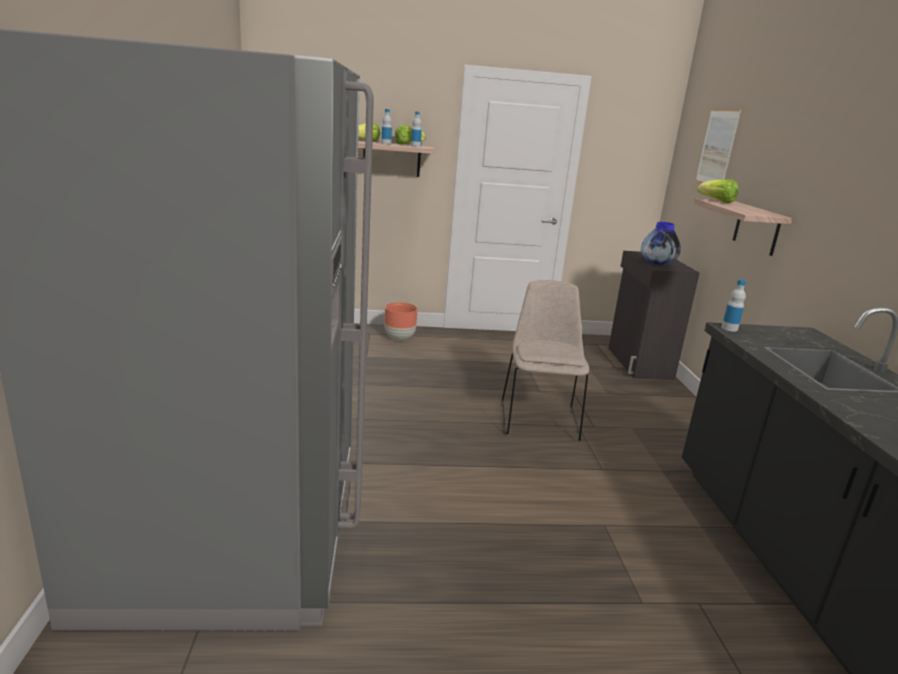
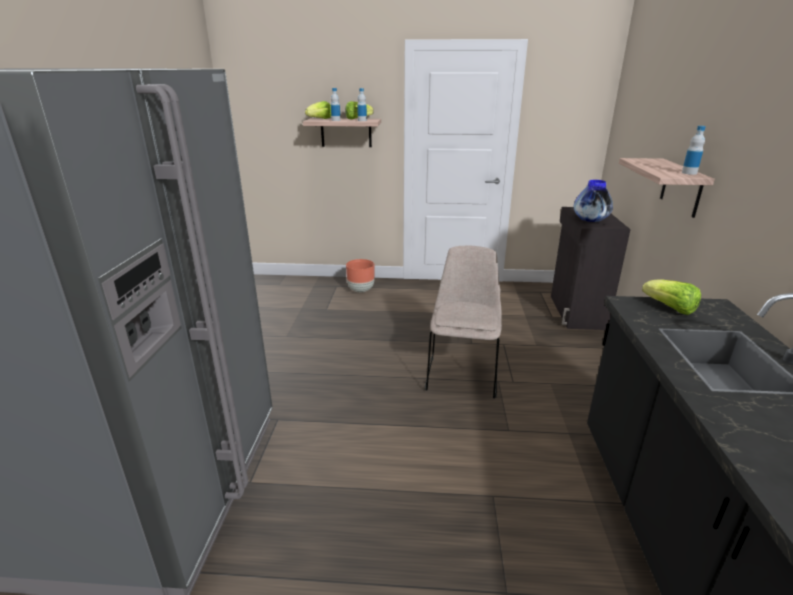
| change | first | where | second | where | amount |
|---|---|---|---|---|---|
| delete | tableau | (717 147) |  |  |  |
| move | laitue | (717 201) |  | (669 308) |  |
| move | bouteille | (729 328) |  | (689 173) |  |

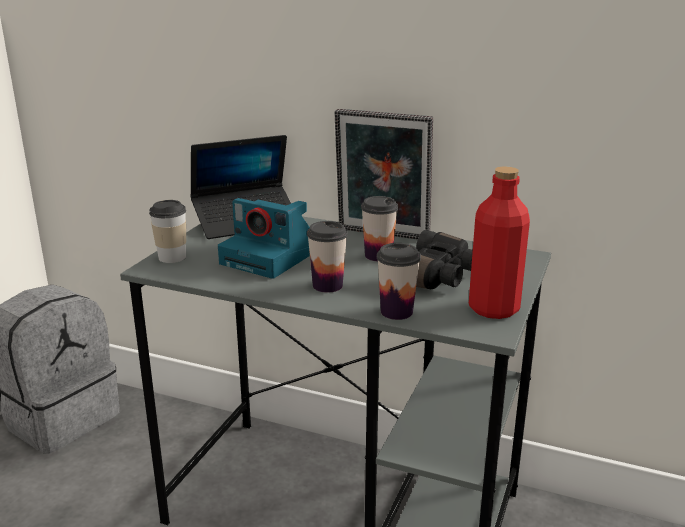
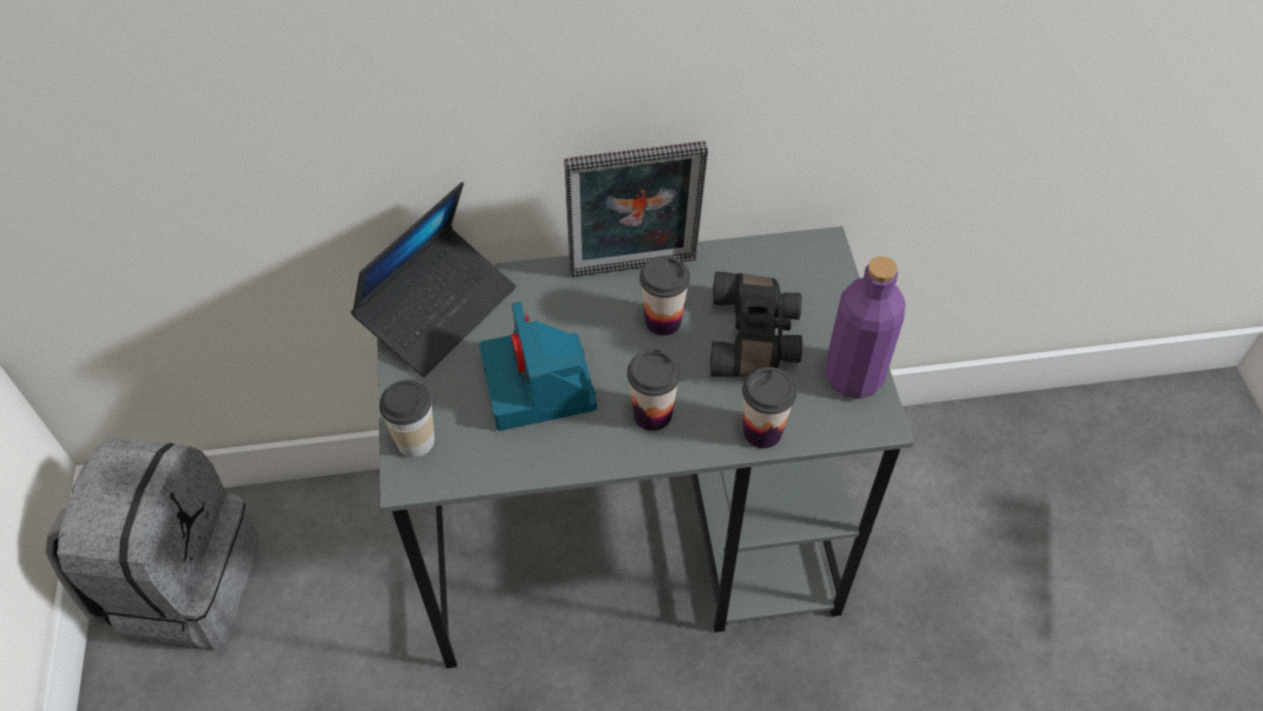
| change | first | where | second | where | amount |
|---|---|---|---|---|---|
| recolor | bouteille [rouge] | (493 308) | bouteille [violet] | (853 376) |  |
| rotate | appareil photo | (270 258) |  | (540 386) | 75 degrees clockwise |

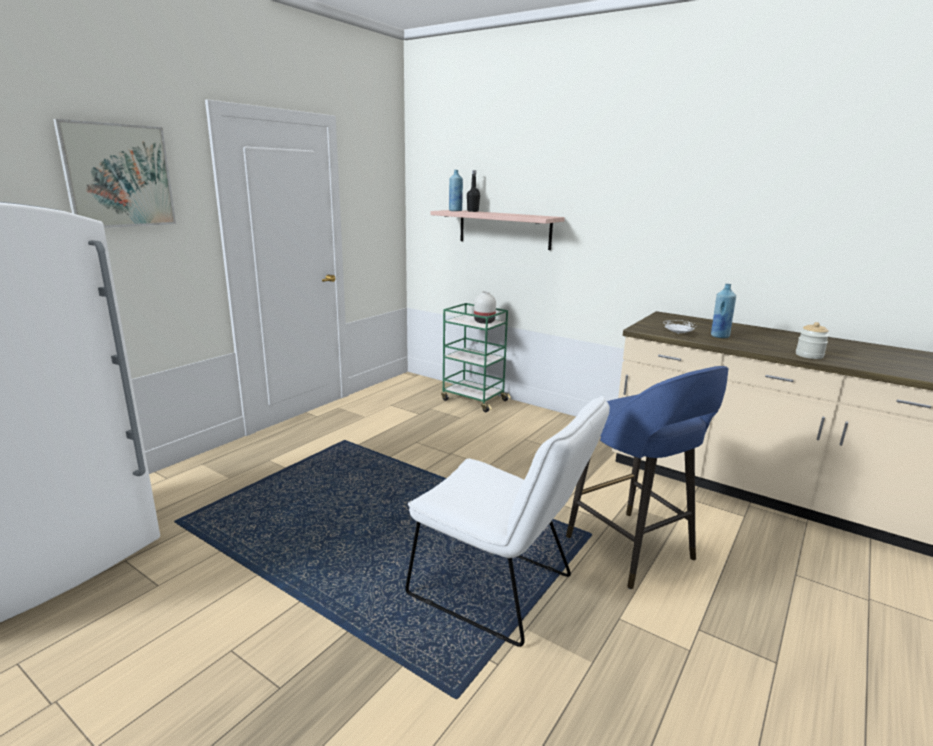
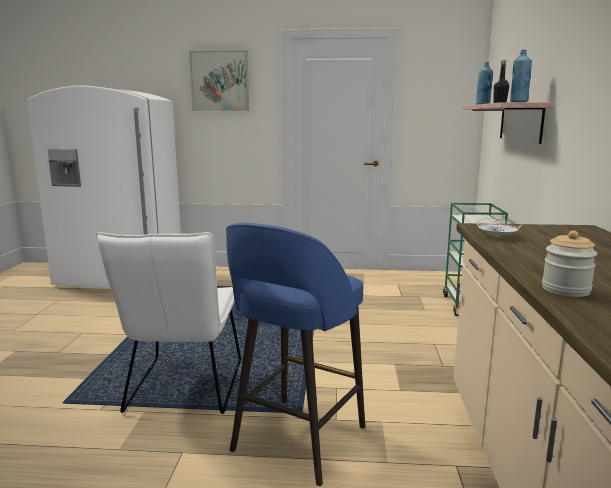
| change | first | where | second | where | amount |
|---|---|---|---|---|---|
| move | bouteille [bleu] | (719 336) |  | (518 102) |  |
| delete | vase [blanc] | (484 322) |  |  |  |

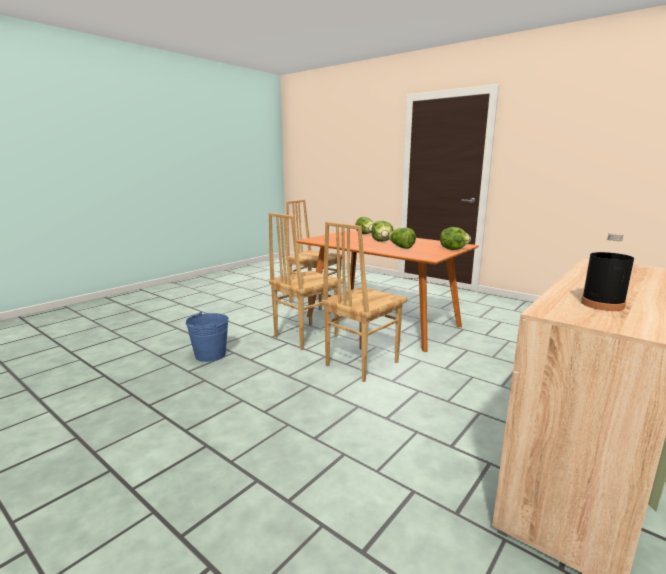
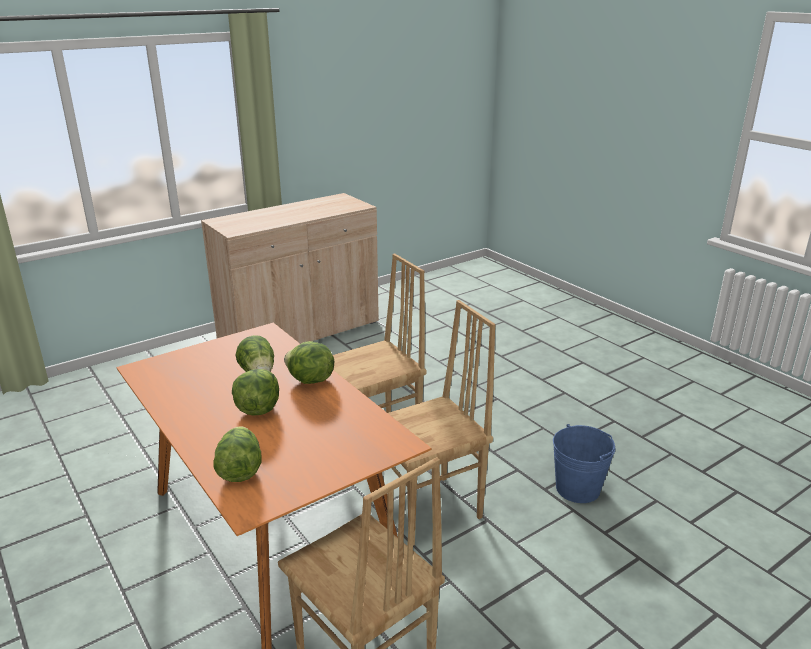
| change | first | where | second | where | amount |
|---|---|---|---|---|---|
| move | laitue | (453 249) |  | (310 380) |  |
| delete | bouteille [noir] | (602 304) |  |  |  |

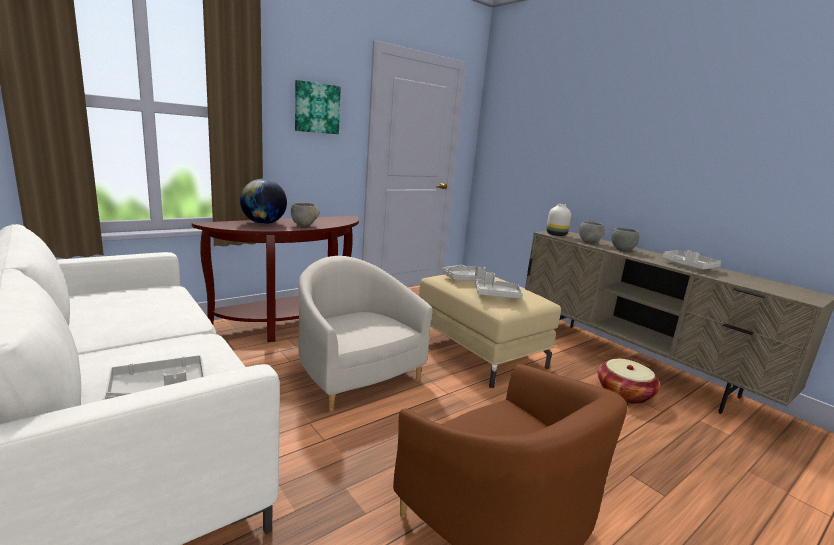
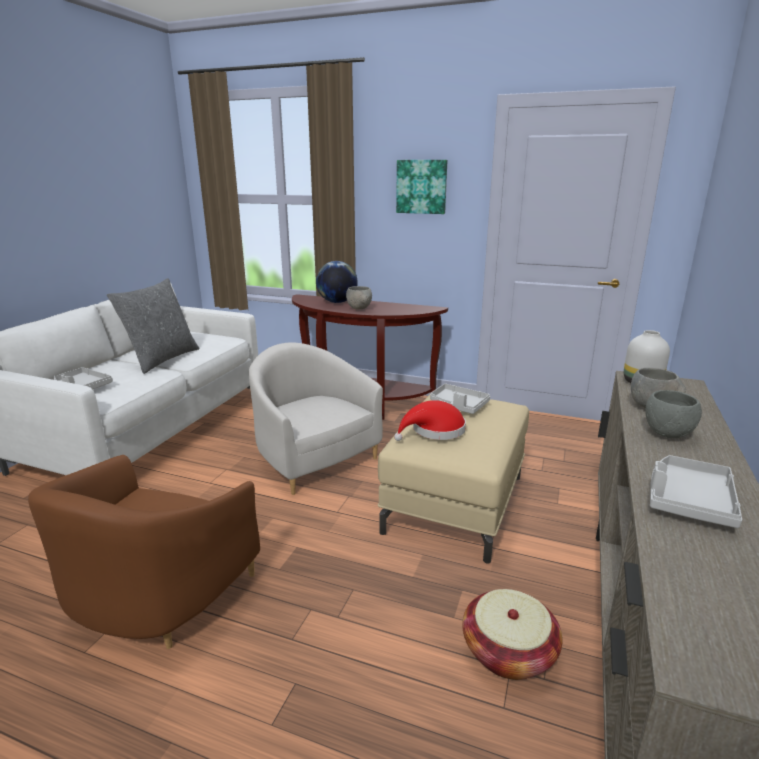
| change | first | where | second | where | amount |
|---|---|---|---|---|---|
| rotate | fauteuil [blanc] | (355 375) |  | (313 459) | 60 degrees counterclockwise |
| replace | plateau [gris] | (496 295) | chapeau [rouge] | (434 431) |  |
| insert |  |  | coussin [gris] | (162 359) |  |

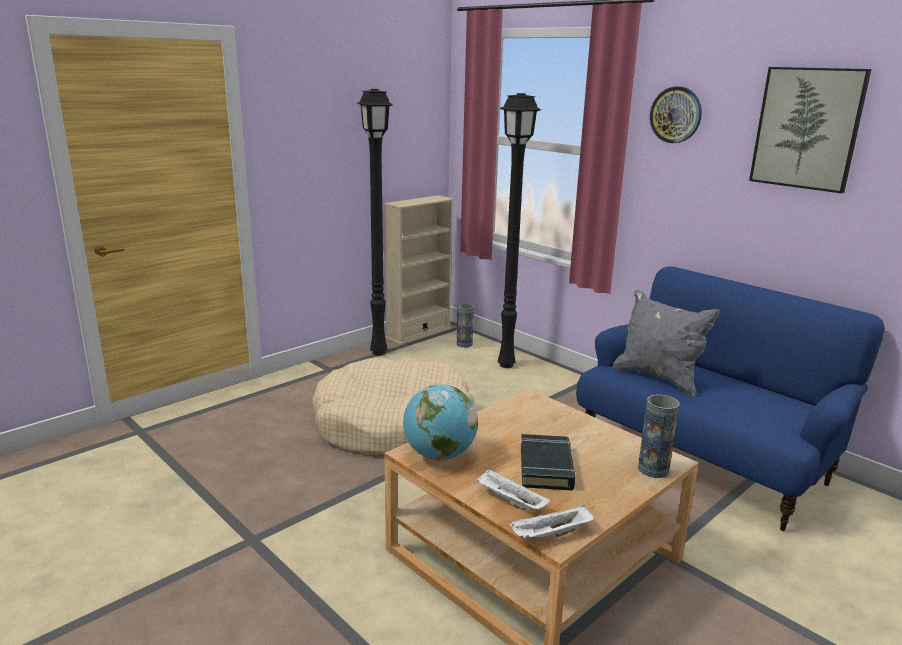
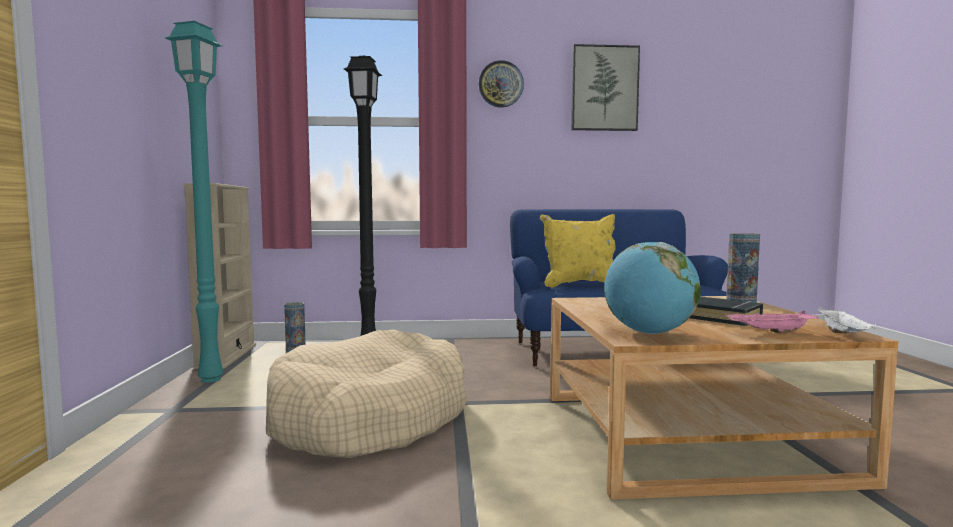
| change | first | where | second | where | amount |
|---|---|---|---|---|---|
| recolor | lampadaire [noir] | (378 353) | lampadaire [turquoise] | (211 380) |  |
| recolor | coussin [gris] | (658 378) | coussin [jaune] | (580 285) |  |
| recolor | plateau [blanc] | (509 501) | plateau [rose] | (770 332) |  |

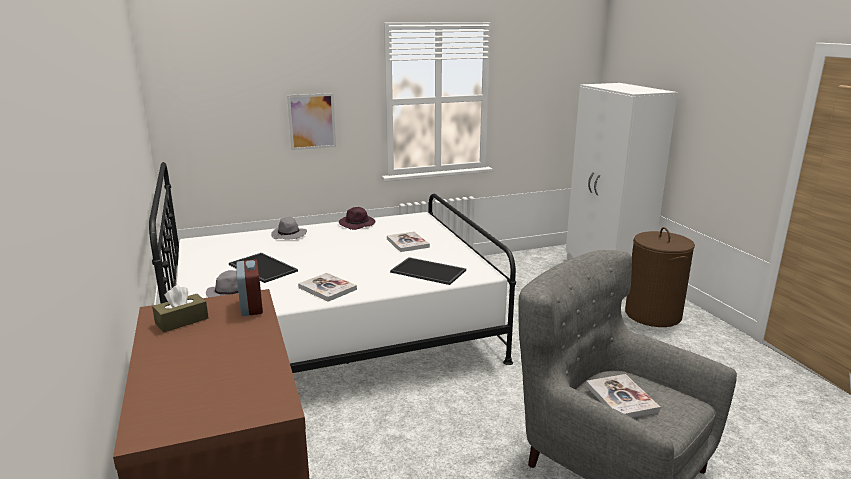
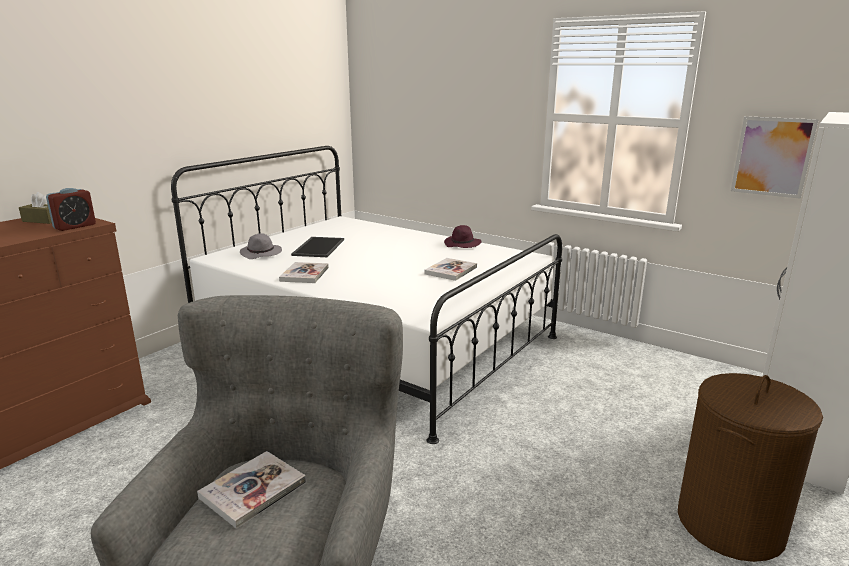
| change | first | where | second | where | amount |
|---|---|---|---|---|---|
| move | tableau | (312 121) |  | (772 157) |  |
| delete | chapeau [gris] | (289 235) |  |  |  |
| delete | plateau | (429 271) |  |  |  |

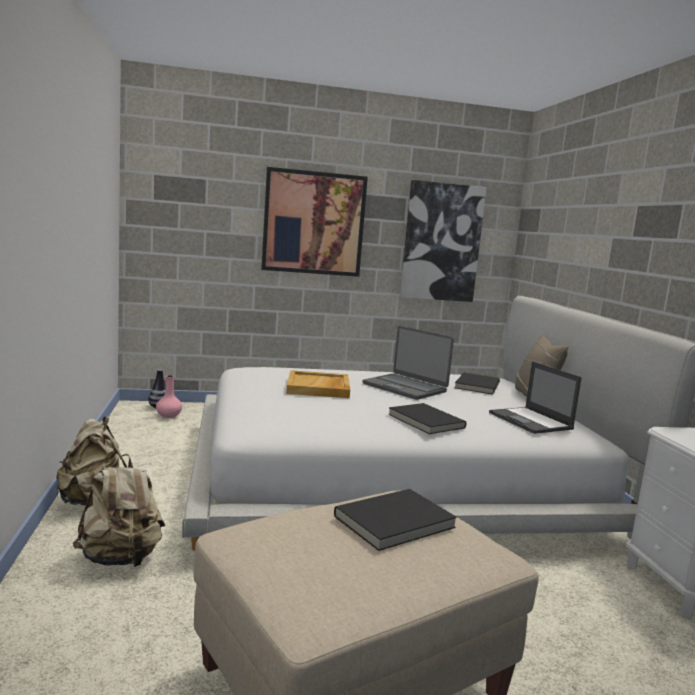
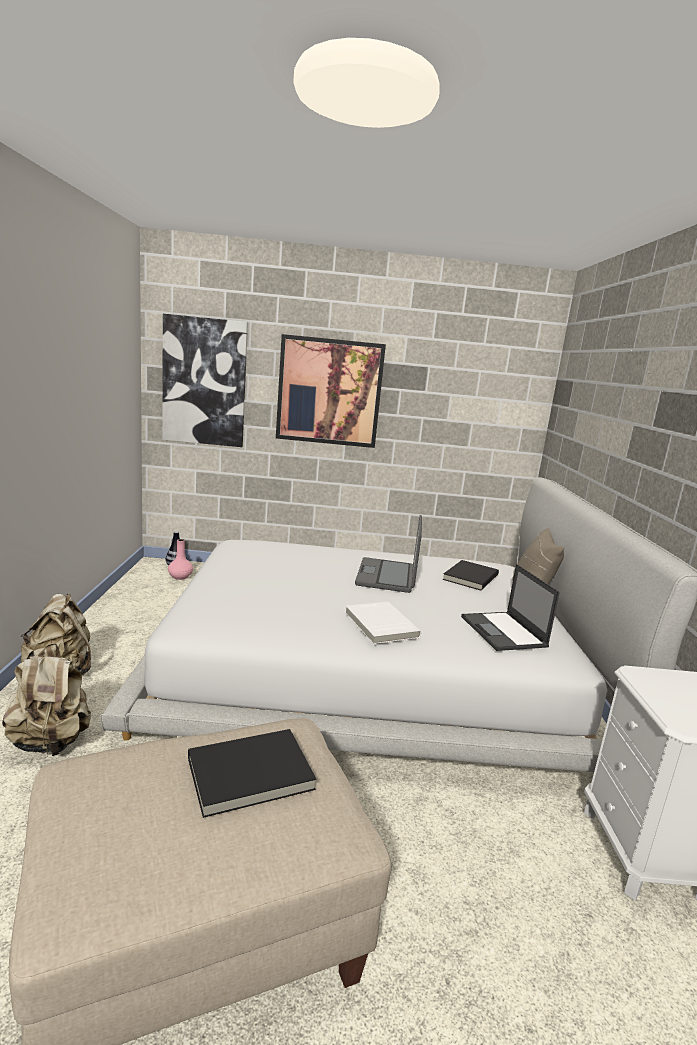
| change | first | where | second | where | amount |
|---|---|---|---|---|---|
| move | tableau | (441 242) |  | (204 382) |  |
| rotate | ordinateur portable | (405 387) |  | (387 576) | 45 degrees clockwise |
| delete | plateau [beige] | (319 388) |  |  |  |
| recolor | livre [noir] | (425 421) | livre [blanc] | (379 625) |  |

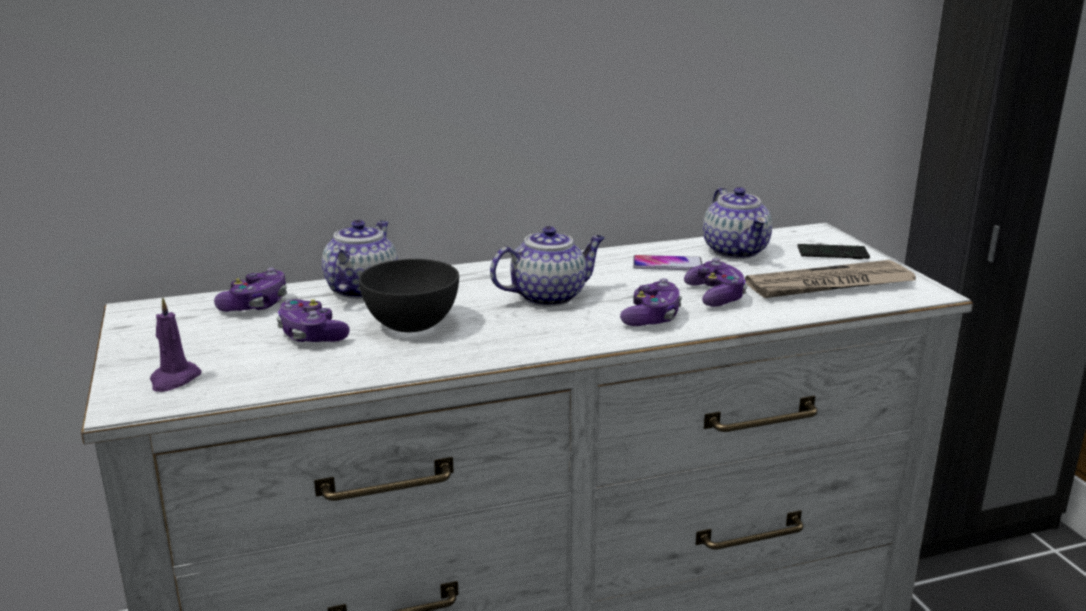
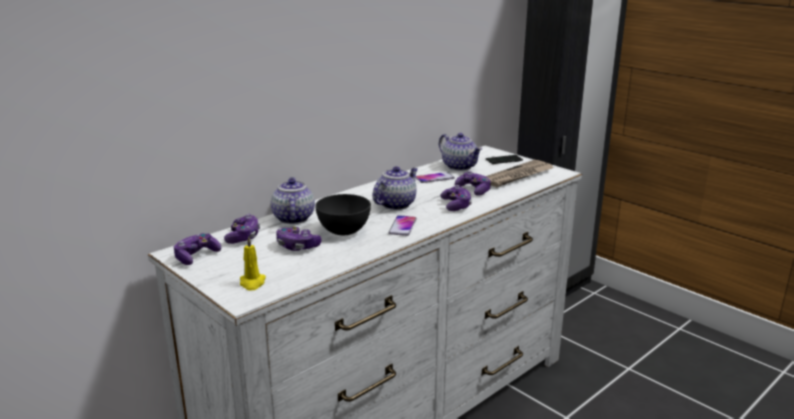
| change | first | where | second | where | amount |
|---|---|---|---|---|---|
| recolor | bougie [violet] | (174 380) | bougie [jaune] | (252 283) |  |
| insert |  |  | téléphone | (402 226) |  |
| insert |  |  | manette | (196 256) |  |

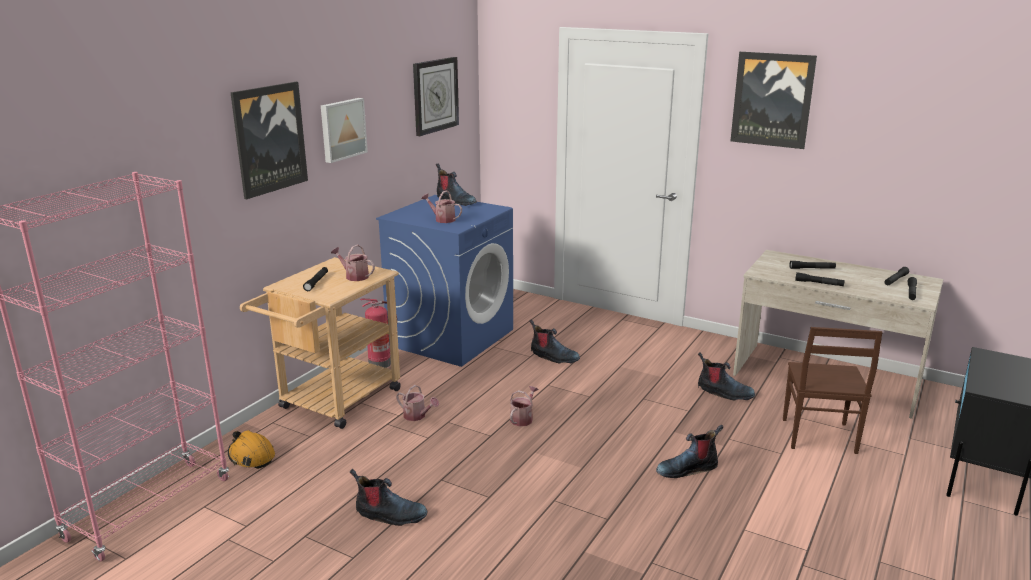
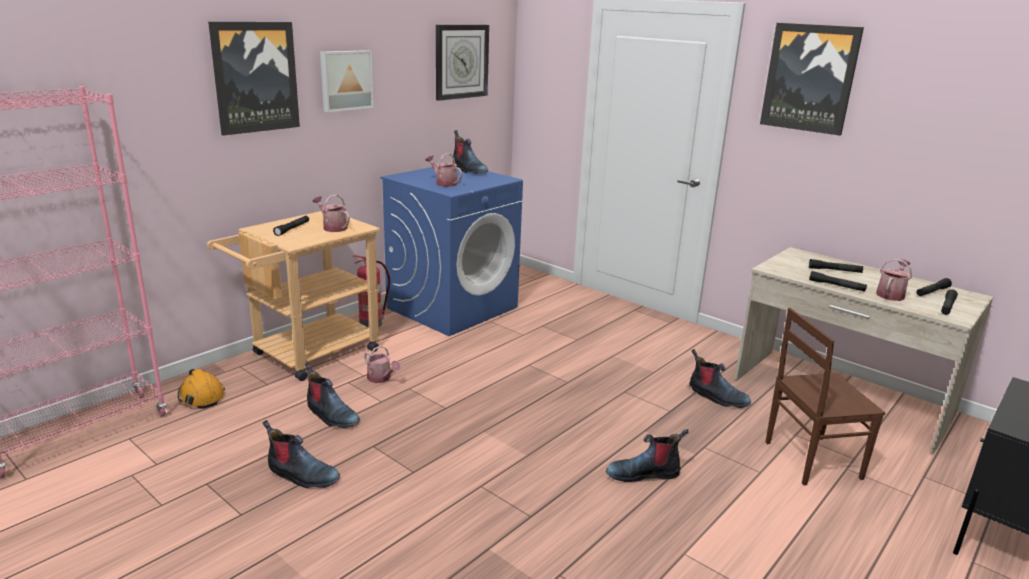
| change | first | where | second | where | amount |
|---|---|---|---|---|---|
| move | botte | (553 357) |  | (331 415) |  |
| rotate | chaise [marron] | (817 436) |  | (810 459) | 60 degrees clockwise |
| move | arrosoir | (523 418) |  | (891 294) |  |

